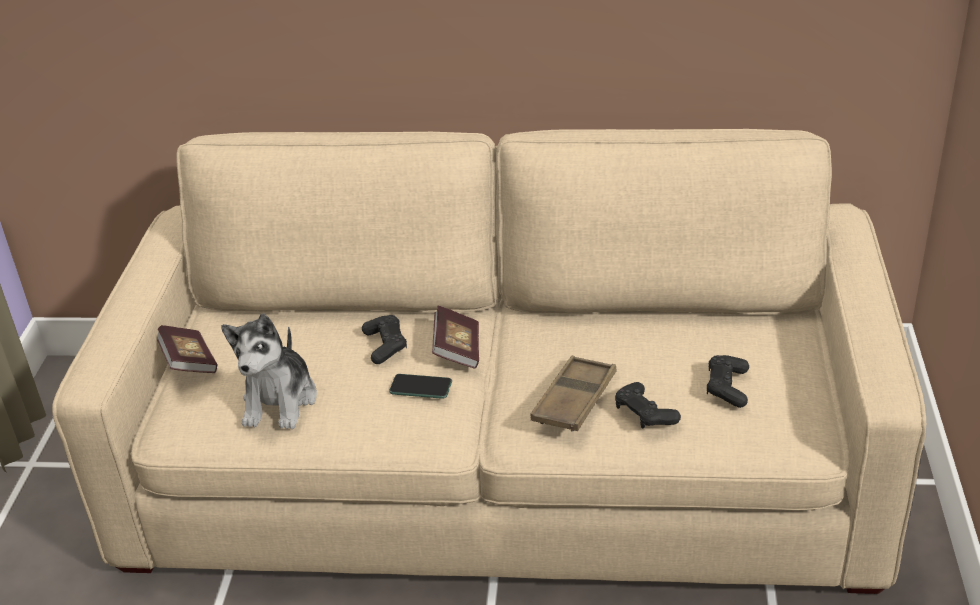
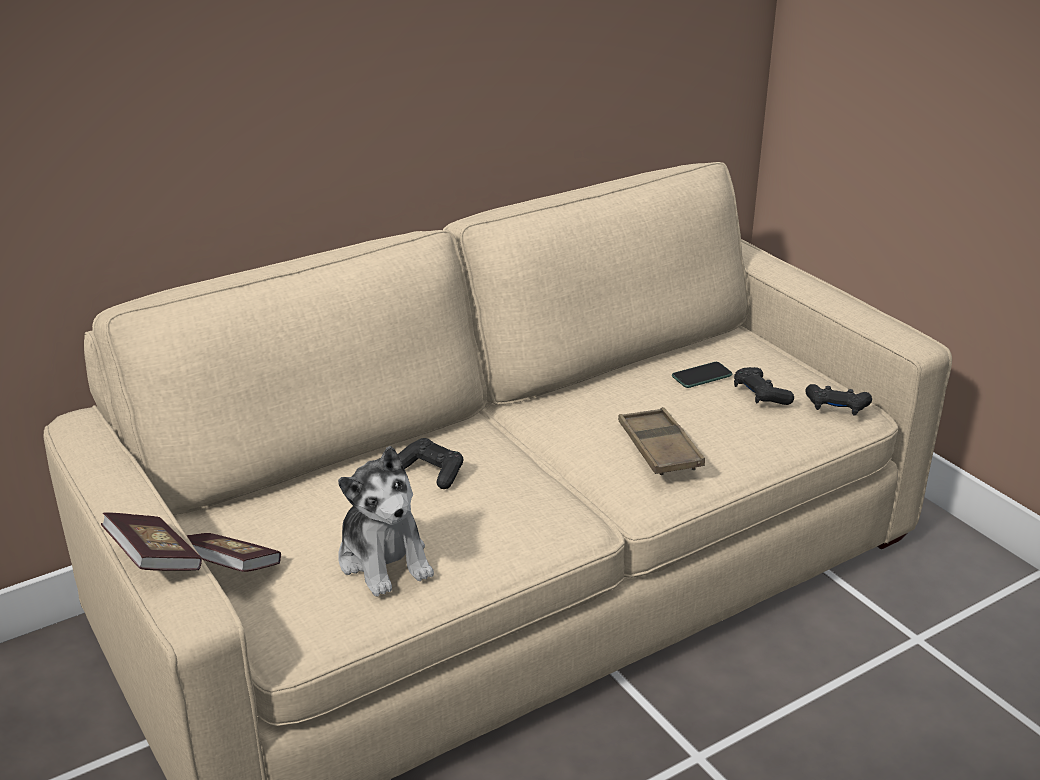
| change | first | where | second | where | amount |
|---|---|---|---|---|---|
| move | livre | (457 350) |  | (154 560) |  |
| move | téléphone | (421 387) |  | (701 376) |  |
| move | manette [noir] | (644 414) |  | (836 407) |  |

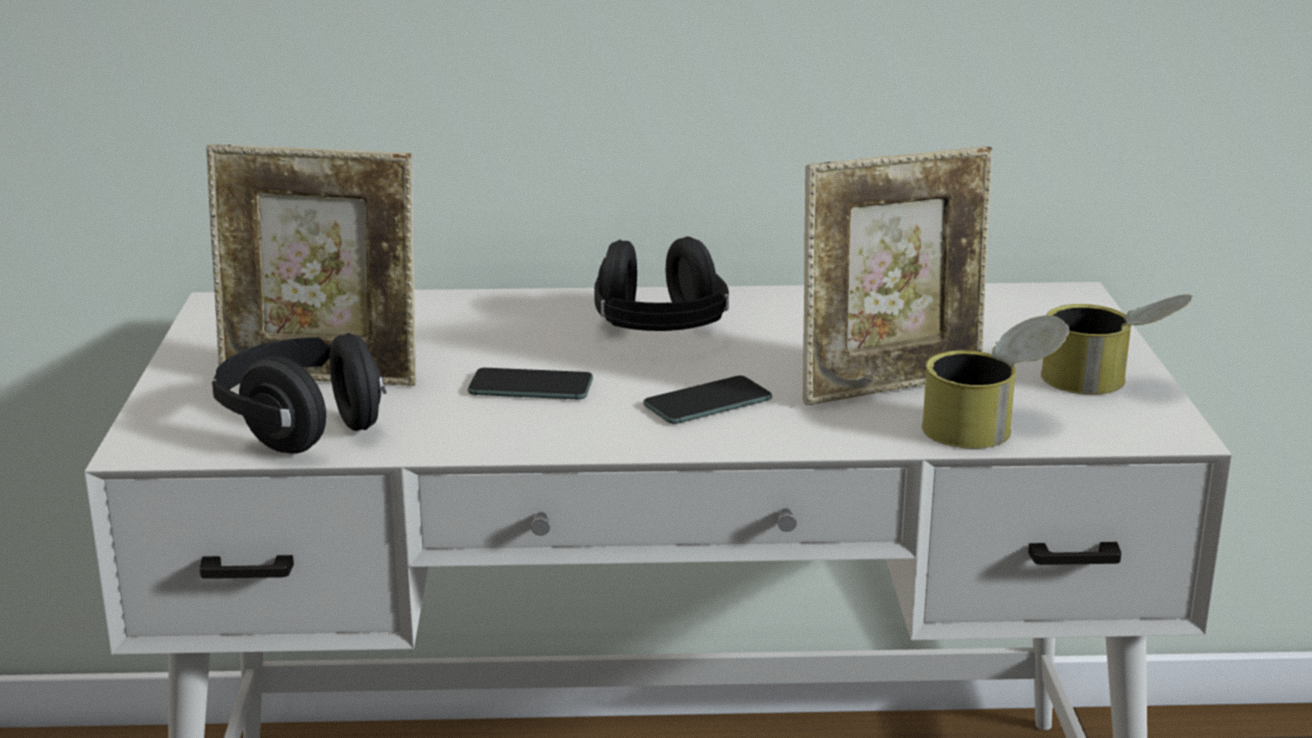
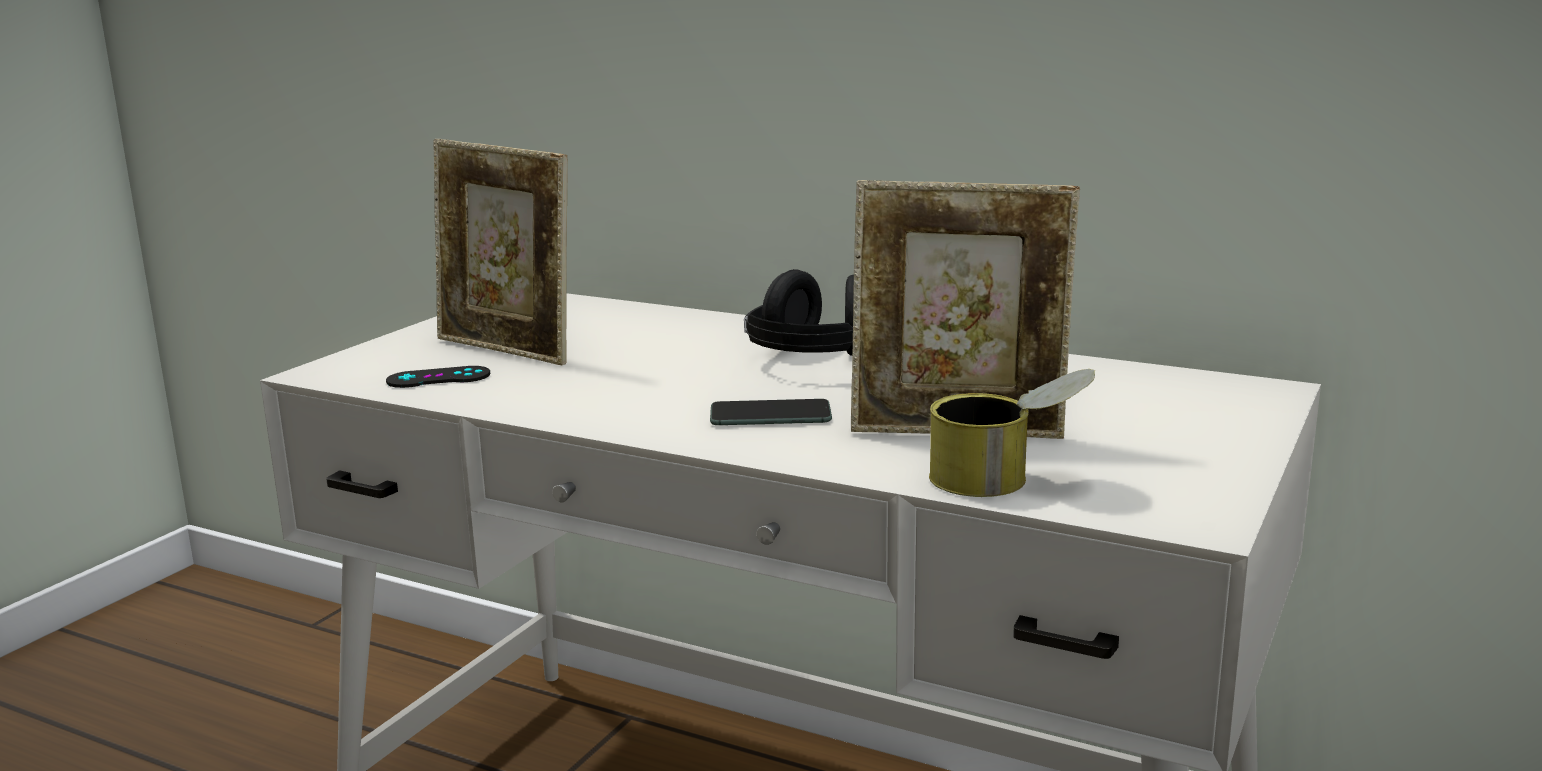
| change | first | where | second | where | amount |
|---|---|---|---|---|---|
| delete | boîte métallique | (1109 382) |  |  |  |
| replace | casque audio [noir] | (302 427) | manette [noir] | (438 378) |  |
| delete | téléphone | (530 386) |  |  |  |

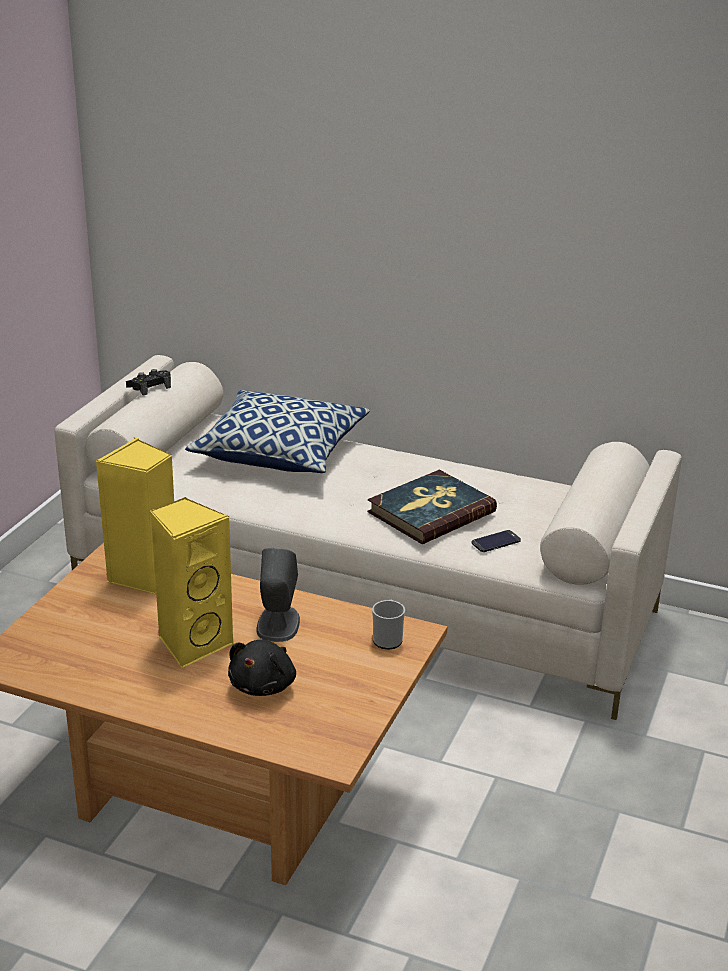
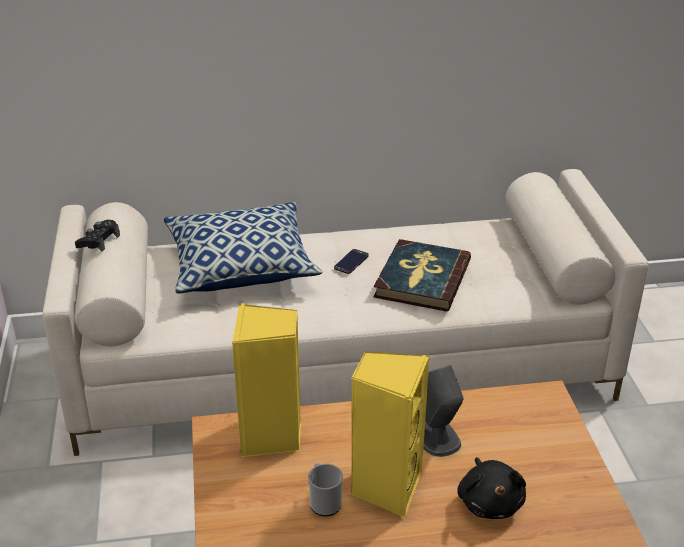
| change | first | where | second | where | amount |
|---|---|---|---|---|---|
| move | téléphone | (496 542) |  | (351 262) |  |
| move | mug | (388 638) |  | (324 502) |  |

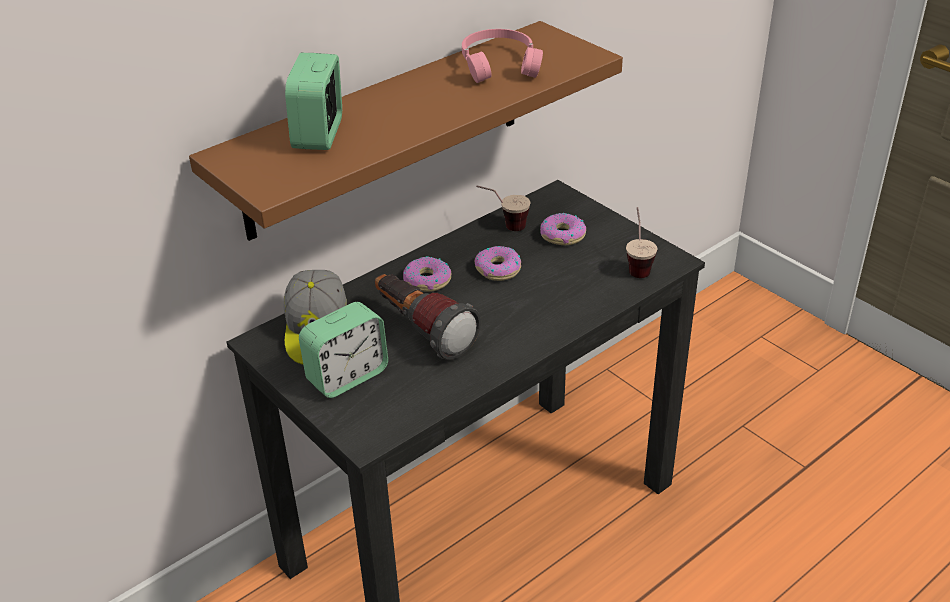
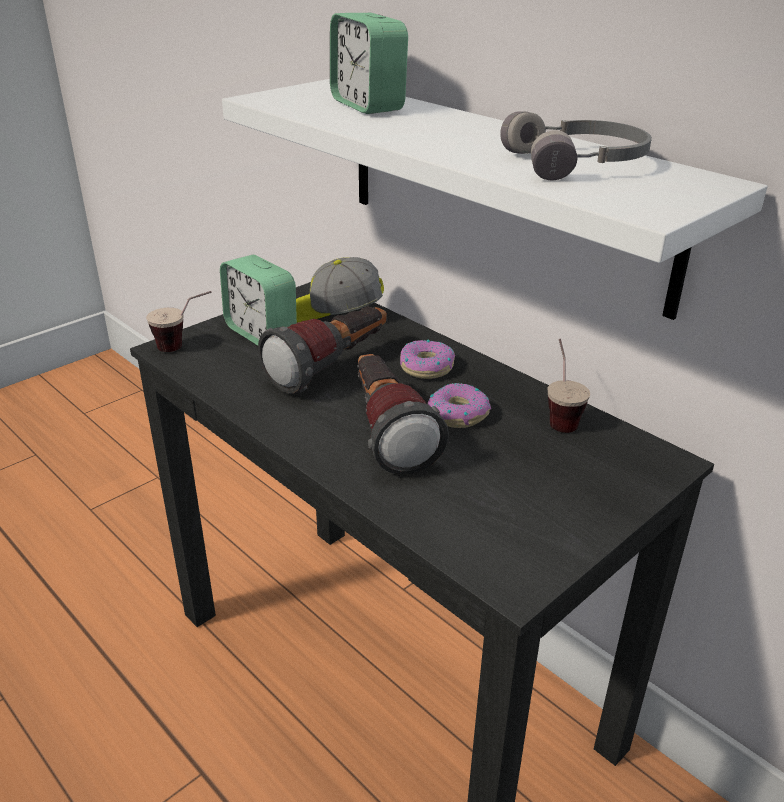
| change | first | where | second | where | amount |
|---|---|---|---|---|---|
| recolor | étagère [marron] | (385 130) | étagère [blanc] | (500 189) |  |
| recolor | casque audio [rose] | (500 65) | casque audio [gris] | (578 164) |  |
| rotate | réveil | (319 134) |  | (367 105) | 120 degrees counterclockwise |
| move | tasse | (637 265) |  | (185 346) |  |
| delete | beignet | (562 235) |  |  |  |
| insert |  |  | lampe de poche | (387 432) |  |

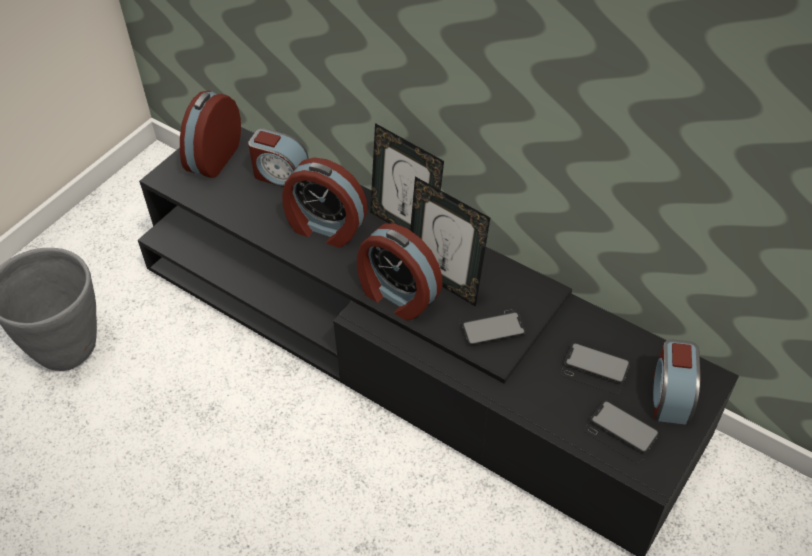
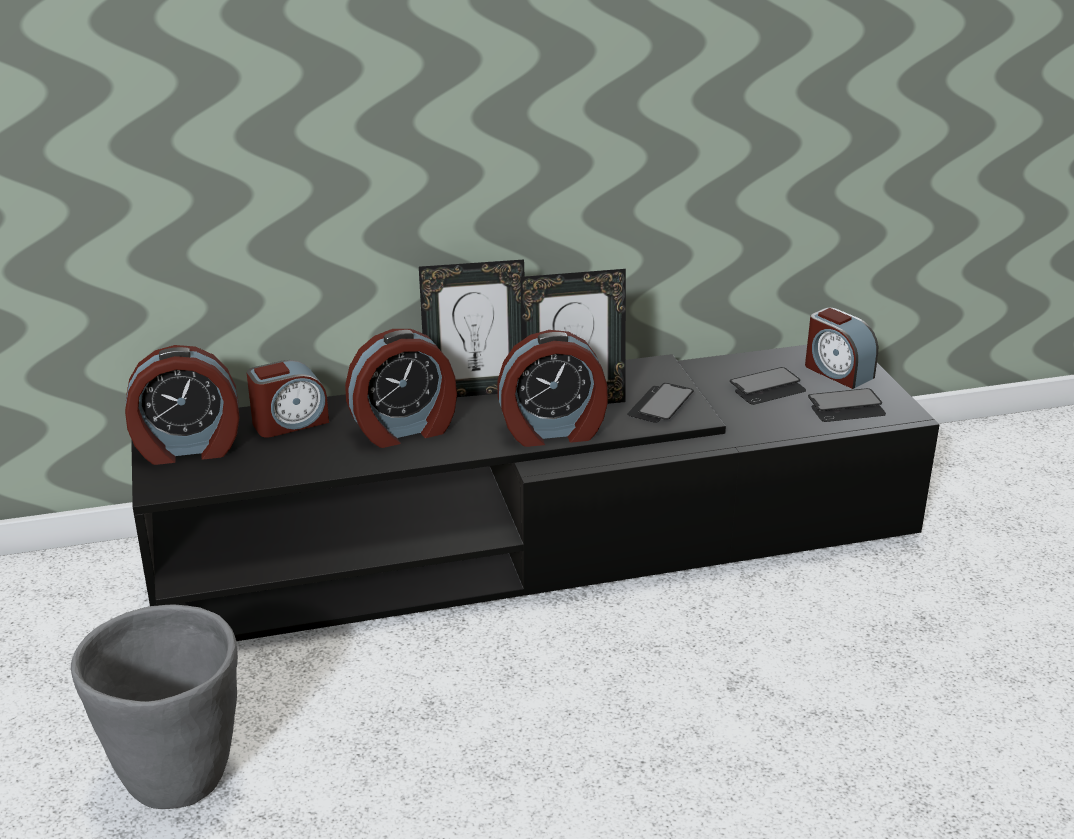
| change | first | where | second | where | amount |
|---|---|---|---|---|---|
| rotate | réveil | (212 157) |  | (188 448) | 75 degrees counterclockwise |

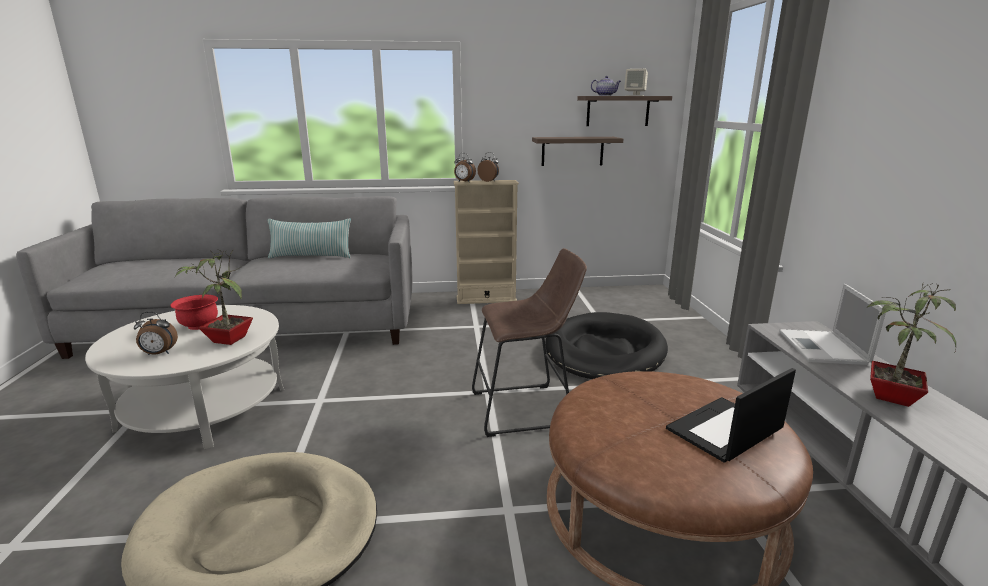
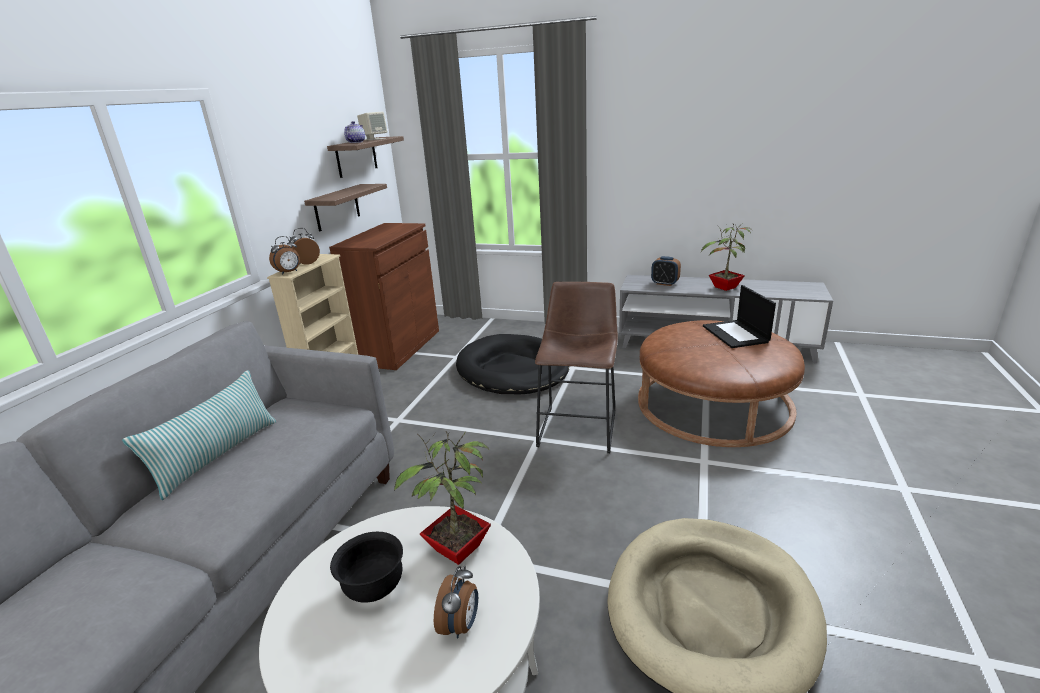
| change | first | where | second | where | amount |
|---|---|---|---|---|---|
| replace | ordinateur portable | (823 348) | réveil | (665 283) |  |
| recolor | bol [rouge] | (199 325) | bol [noir] | (374 588) |  |
| insert |  |  | meuble de rangement [marron] | (398 347) |  |

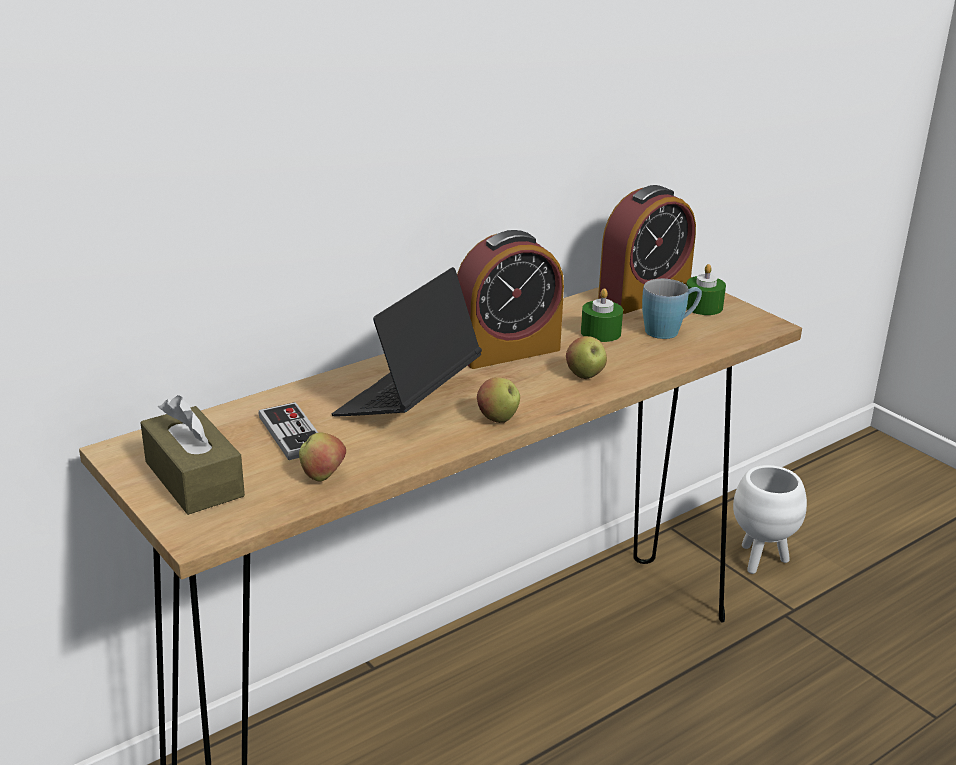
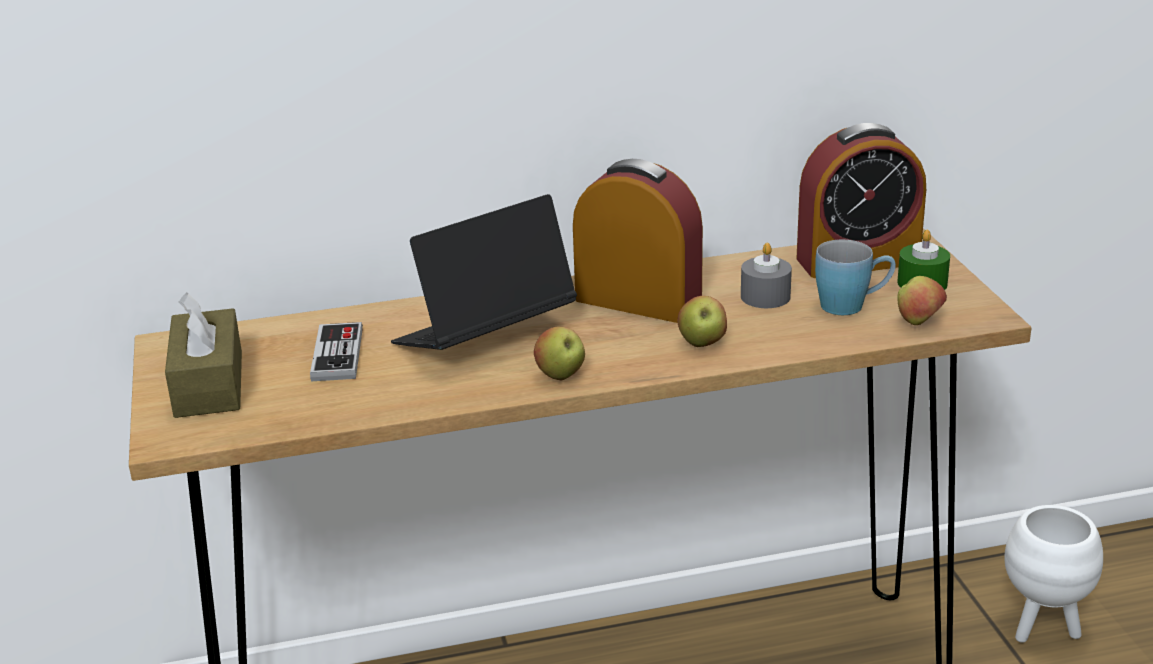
| change | first | where | second | where | amount |
|---|---|---|---|---|---|
| rotate | réveil | (507 350) |  | (638 301) | 150 degrees counterclockwise |
| recolor | bougie [vert] | (600 333) | bougie [gris] | (765 296) |  |
| move | pomme | (323 477) |  | (919 322) |  |

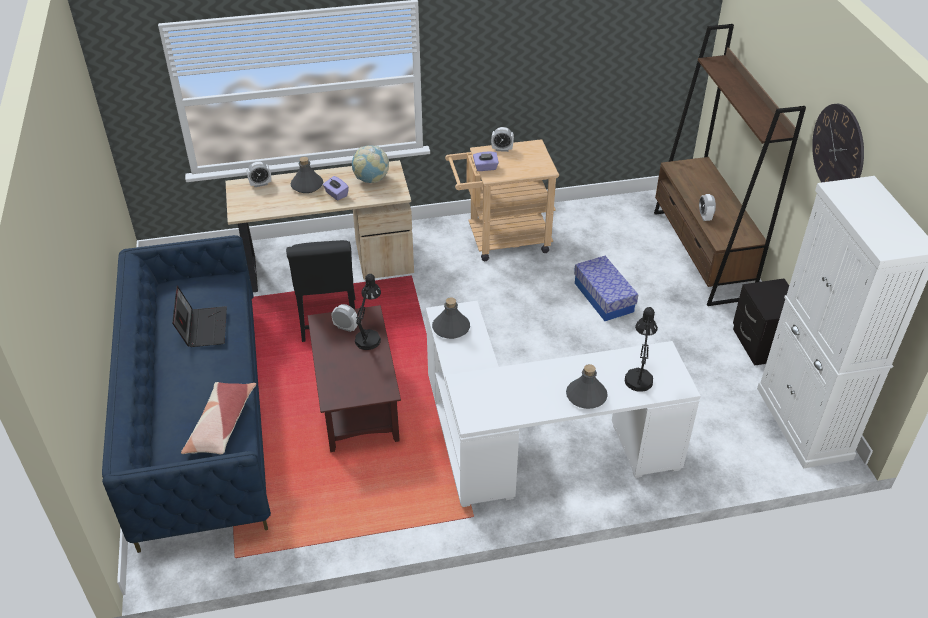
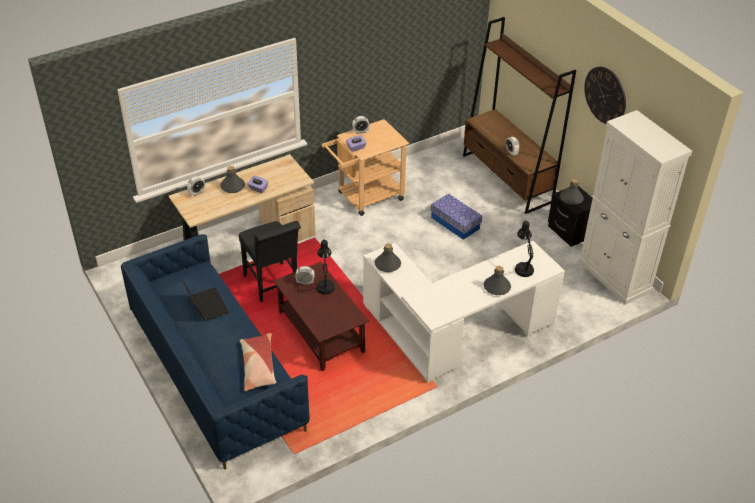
| change | first | where | second | where | amount |
|---|---|---|---|---|---|
| delete | globe | (371 179) |  |  |  |
| insert |  |  | bouteille [gris] | (571 199) |  |

